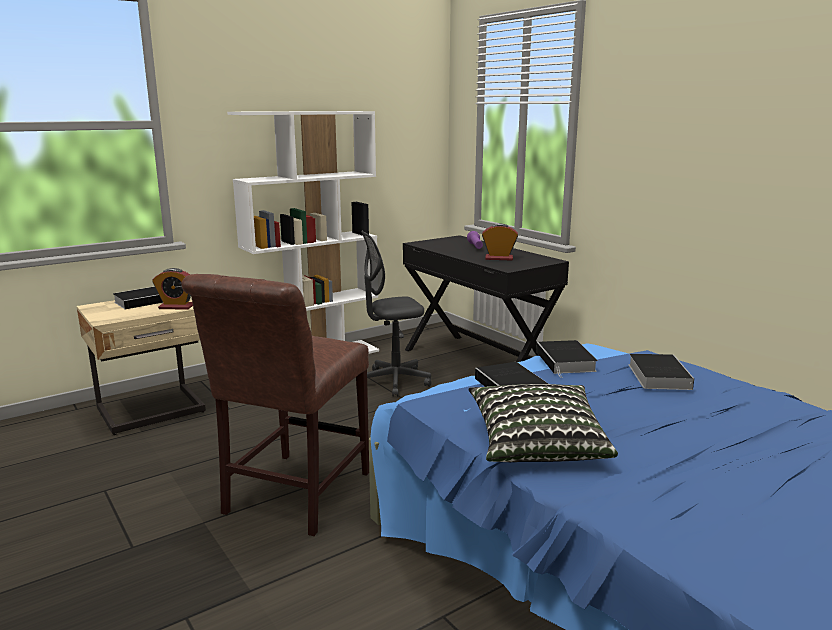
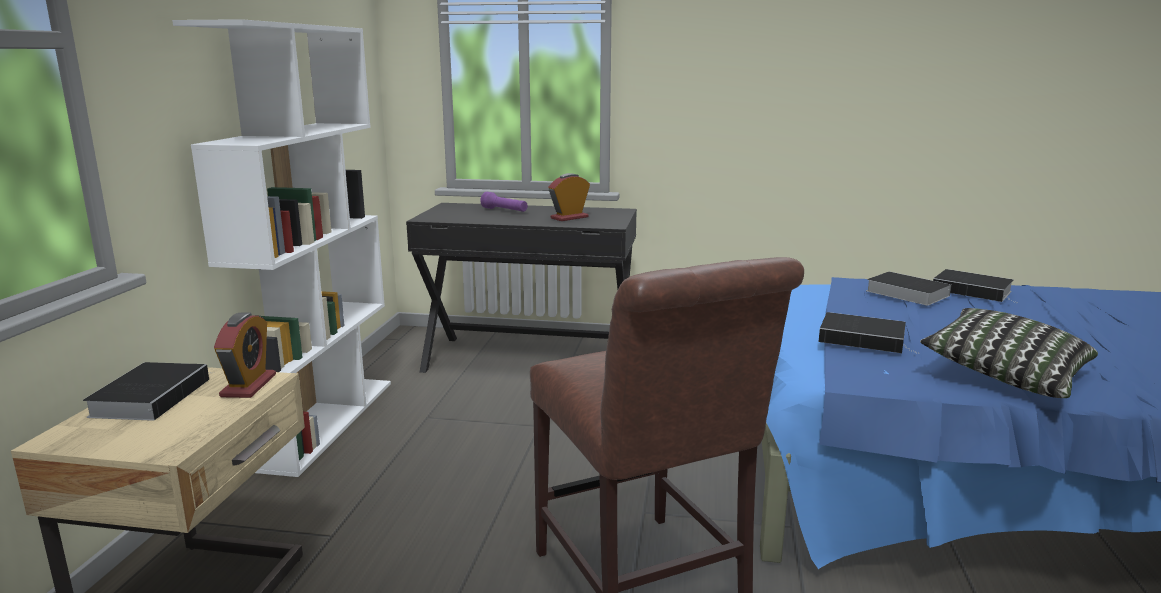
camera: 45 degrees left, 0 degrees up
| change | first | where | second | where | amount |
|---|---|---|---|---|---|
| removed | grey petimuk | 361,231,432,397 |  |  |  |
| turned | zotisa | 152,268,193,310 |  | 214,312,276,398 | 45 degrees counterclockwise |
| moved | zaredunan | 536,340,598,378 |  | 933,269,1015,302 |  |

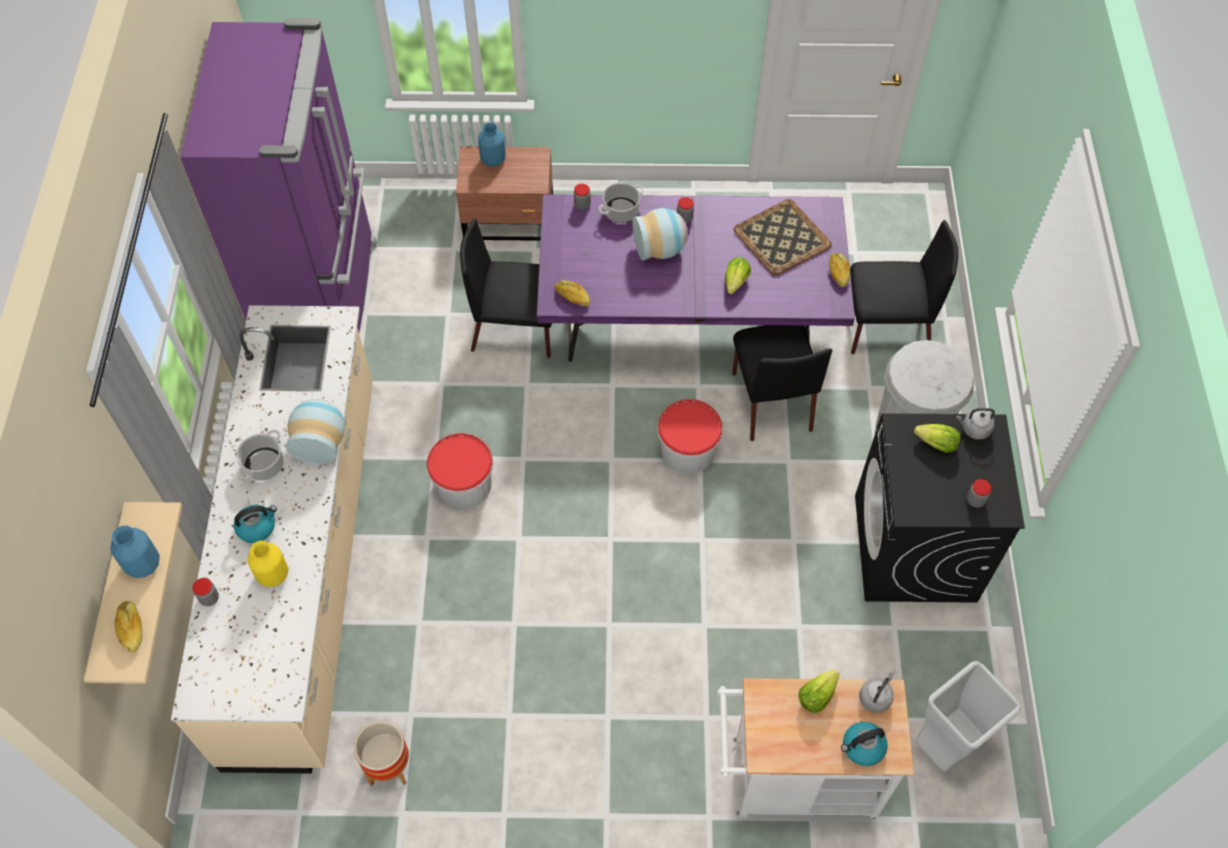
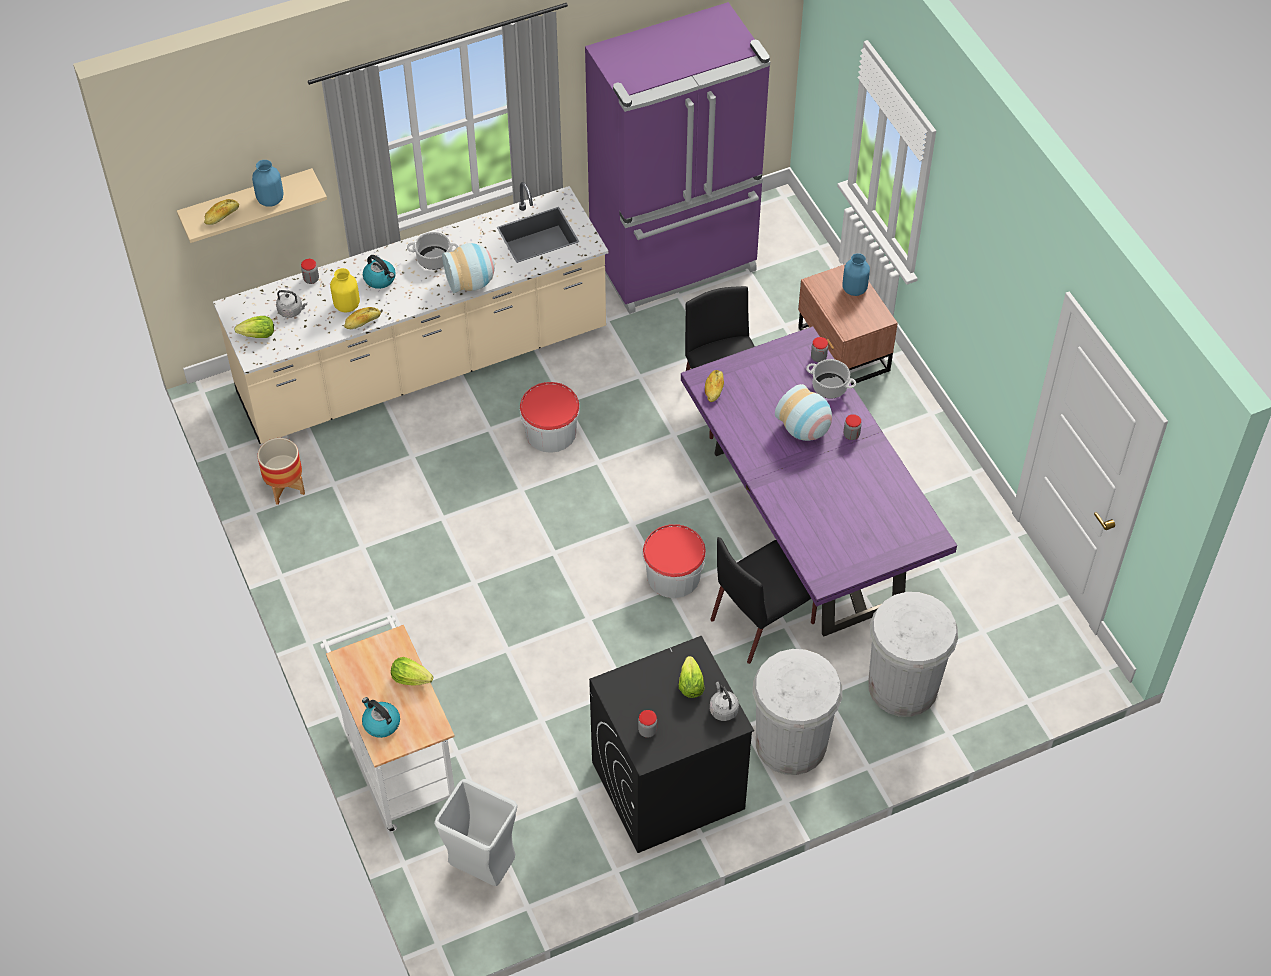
camera: 65 degrees right, 5 degrees down
| change | first | where | second | where | amount |
|---|---|---|---|---|---|
| removed | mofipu | 734,199,831,276 |  |  |  |
| replaced | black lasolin | 850,220,958,354 | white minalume | 868,592,958,717 |  |
| moved | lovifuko | 830,253,850,287 |  | 344,307,381,329 |  |
| moved | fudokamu | 725,257,751,294 |  | 235,316,274,338 |  |
| moved | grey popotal | 859,672,894,713 |  | 276,290,307,318 |  |

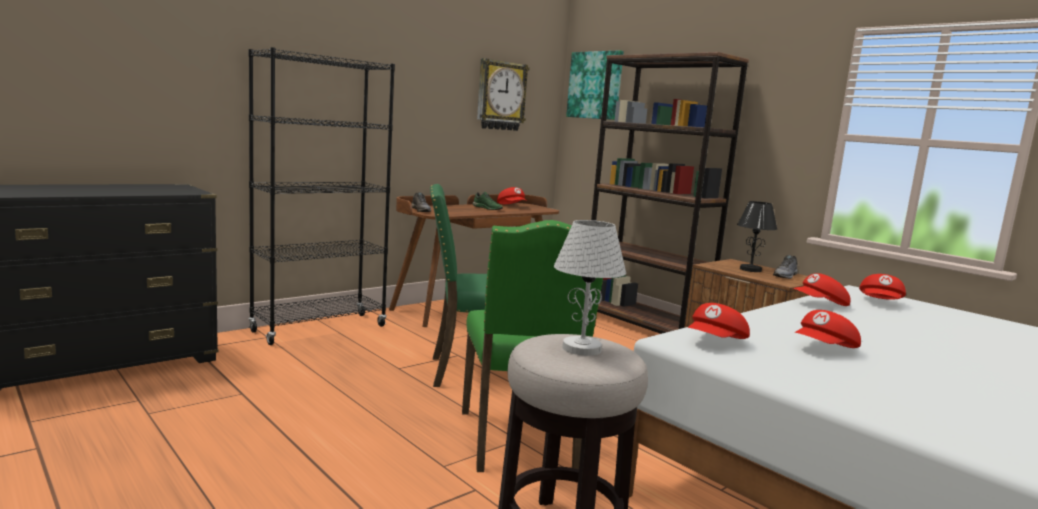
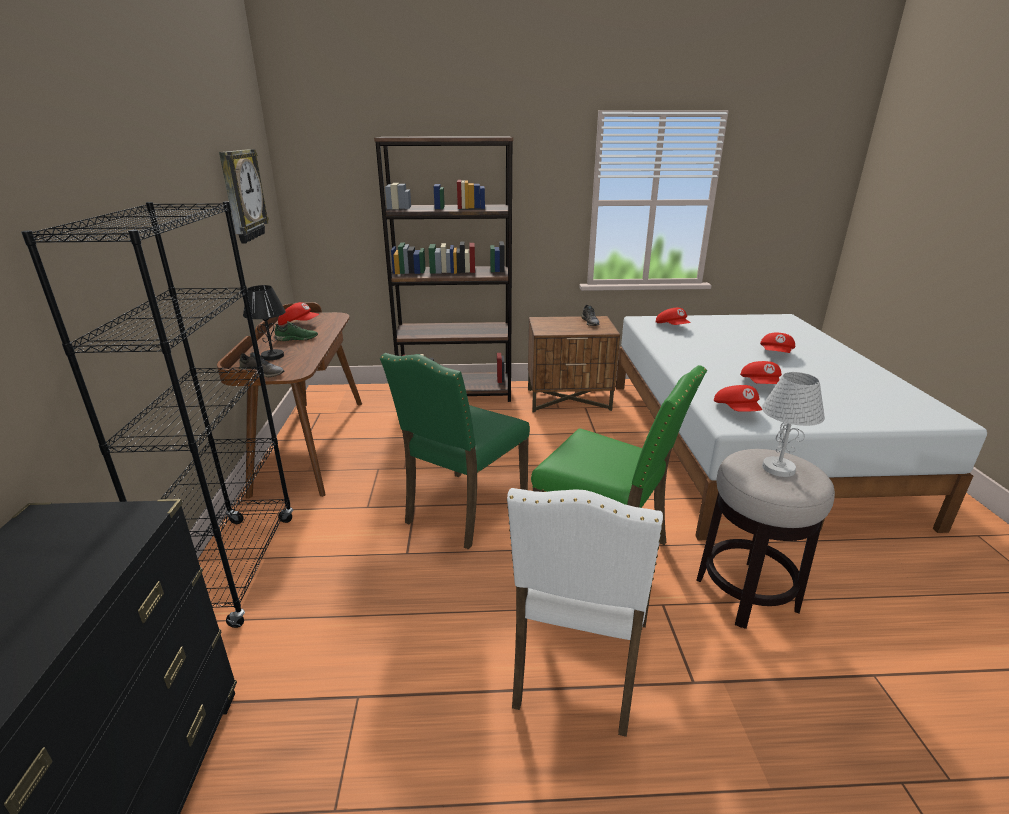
camera: 50 degrees left, 15 degrees up
| change | first | where | second | where | amount |
|---|---|---|---|---|---|
| removed | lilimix | 566,50,624,120 |  |  |  |
| moved | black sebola | 737,201,777,272 |  | 243,285,286,360 |  |
| moved | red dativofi | 793,273,851,306 |  | 760,333,795,353 |  |
| added |  |  | white lasolin | 507,488,663,737 |  |

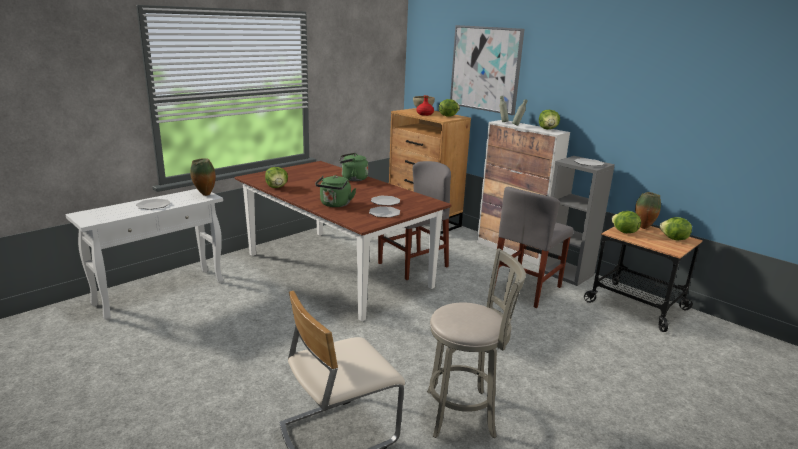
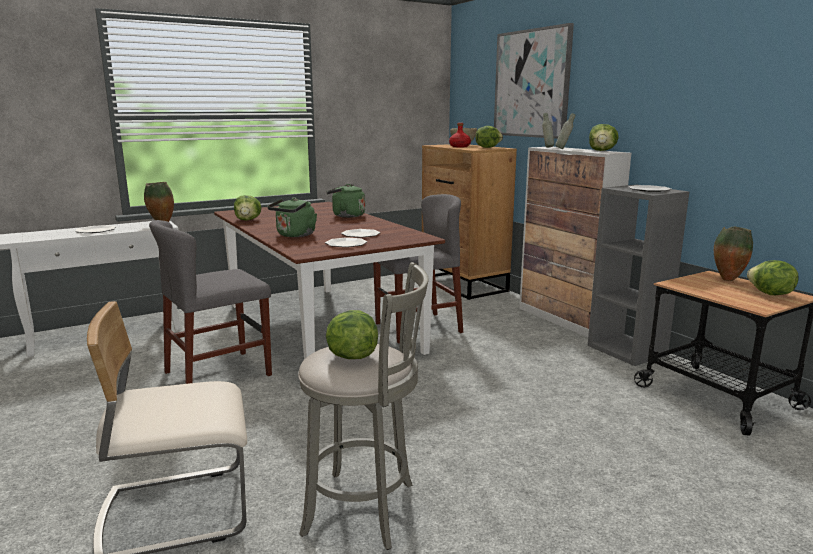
camera: 15 degrees right, 5 degrees down
| change | first | where | second | where | amount |
|---|---|---|---|---|---|
| moved | grey lasolin | 494,187,574,308 |  | 149,220,272,384 |  |
| moved | fudokamu | 611,211,641,233 |  | 326,310,378,359 |  |

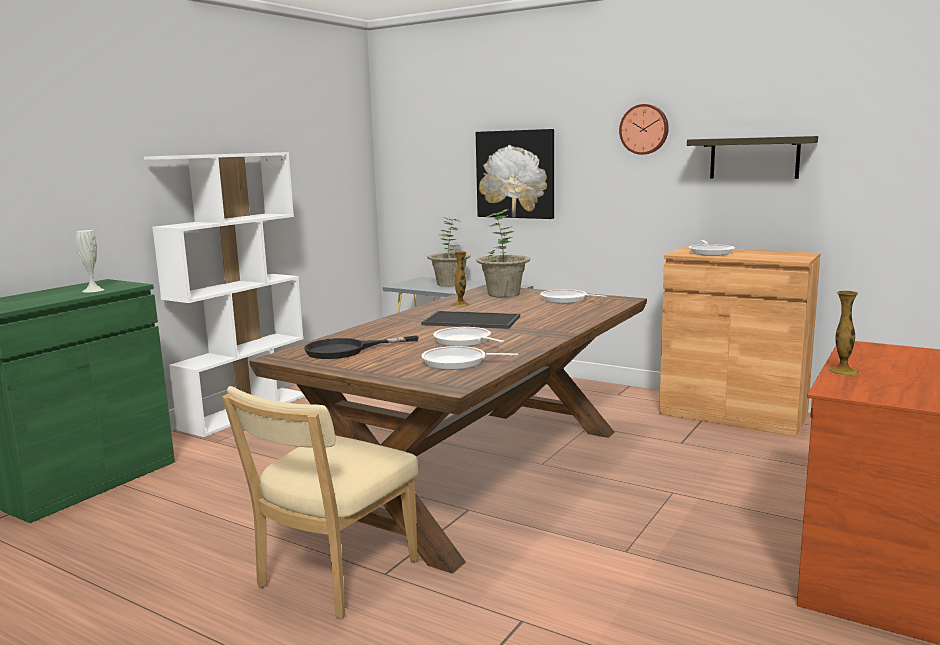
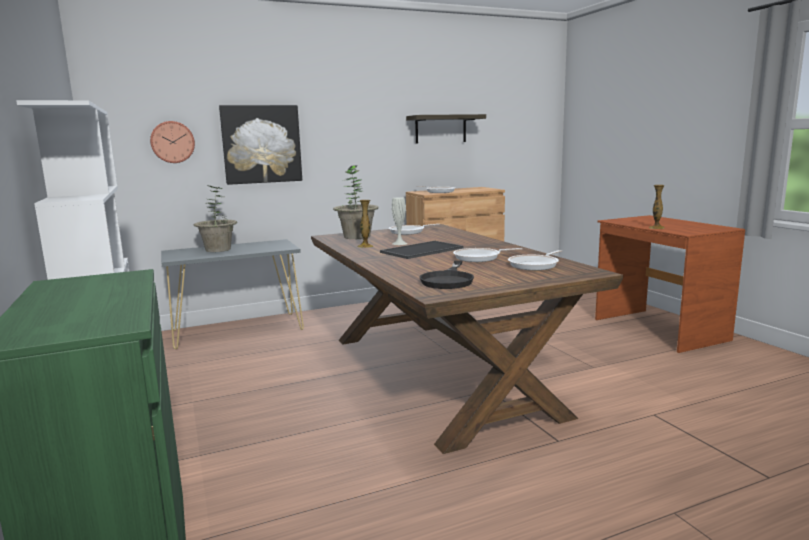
camera: 55 degrees left, 0 degrees up
| change | first | where | second | where | amount |
|---|---|---|---|---|---|
| moved | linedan | 619,104,669,155 |  | 150,121,195,163 |  |
| moved | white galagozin | 76,230,104,292 |  | 392,197,407,245 |  |
| removed | beige lasolin | 222,386,419,618 |  |  |  |

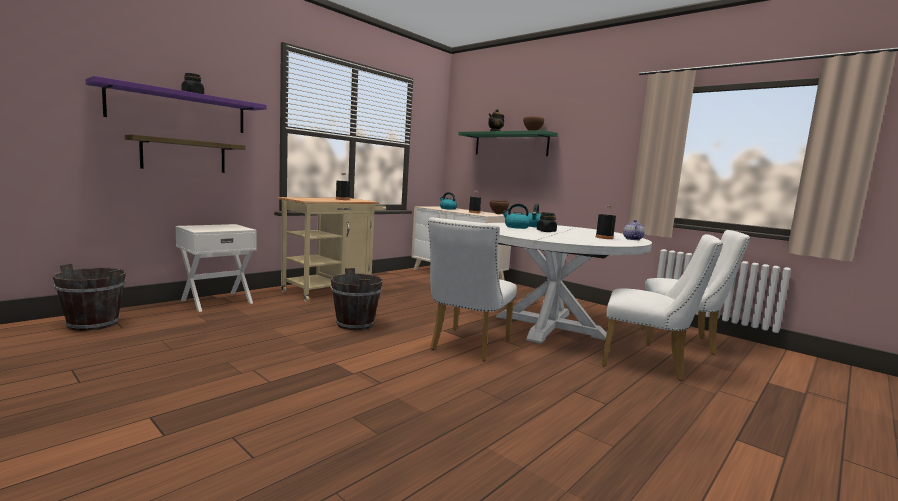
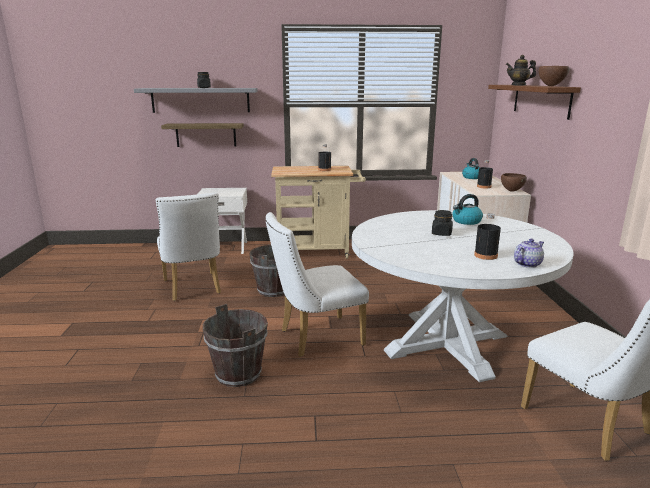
camera: 45 degrees right, 10 degrees up
| change | first | where | second | where | amount |
|---|---|---|---|---|---|
| recoloured | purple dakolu | 86,76,267,133 | grey dakolu | 134,88,258,113 |  |
| recoloured | green dakolu | 458,130,558,156 | brown dakolu | 488,85,581,120 |  |
| removed | popotal | 502,203,530,229 |  |  |  |
| moved | white lasolin | 602,234,723,381 |  | 156,193,221,301 |  |
| moved | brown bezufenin | 53,264,126,331 |  | 203,304,268,387 |  |

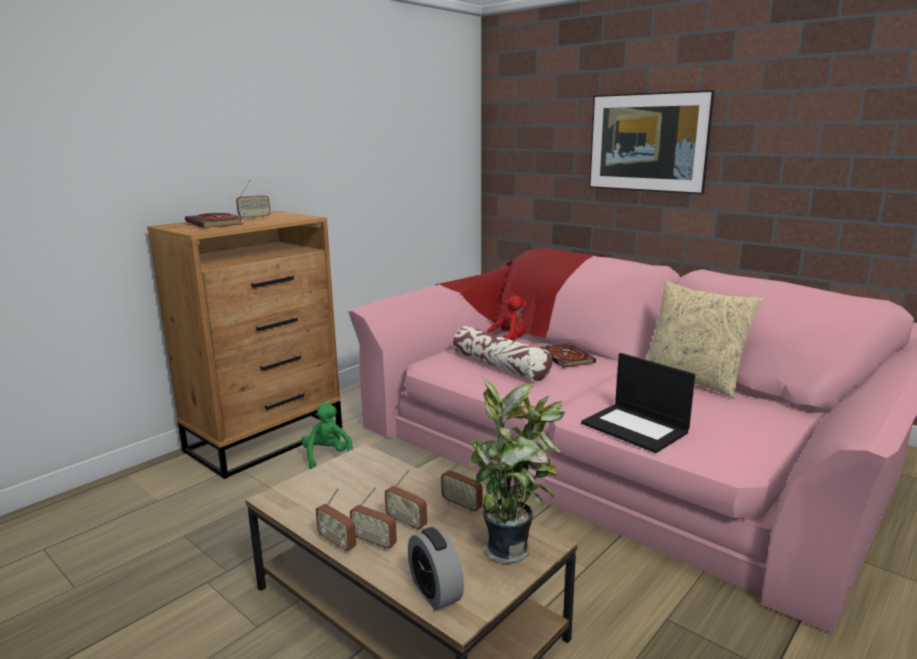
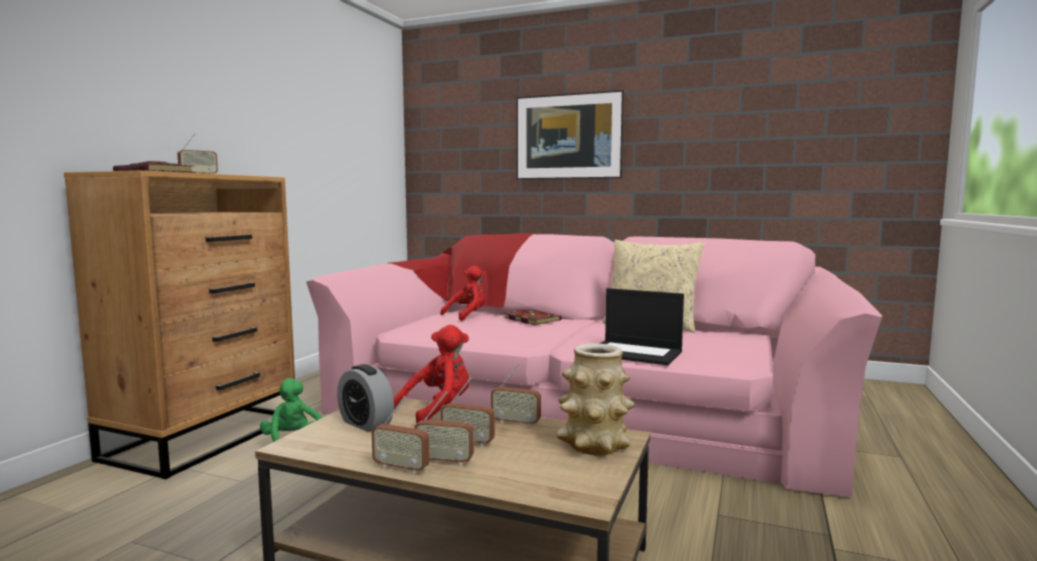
camera: 20 degrees left, 10 degrees down
| change | first | where | second | where | amount |
|---|---|---|---|---|---|
| removed | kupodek | 453,326,552,382 |  |  |  |
| replaced | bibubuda | 469,376,565,564 | galagozin | 556,343,635,455 |  |
| moved | zotisa | 408,527,464,610 |  | 337,364,394,432 |  |
| added |  |  | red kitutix | 394,325,470,423 |  |

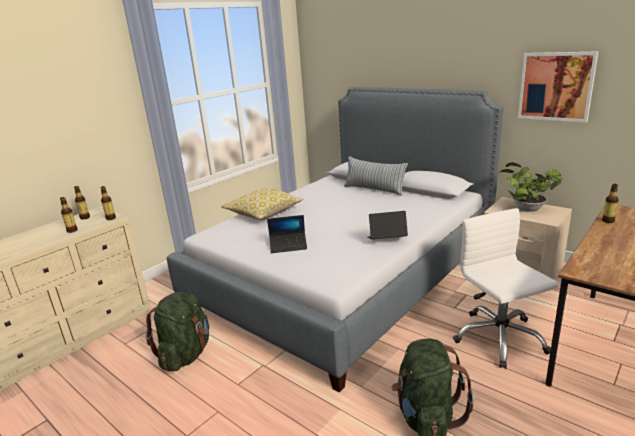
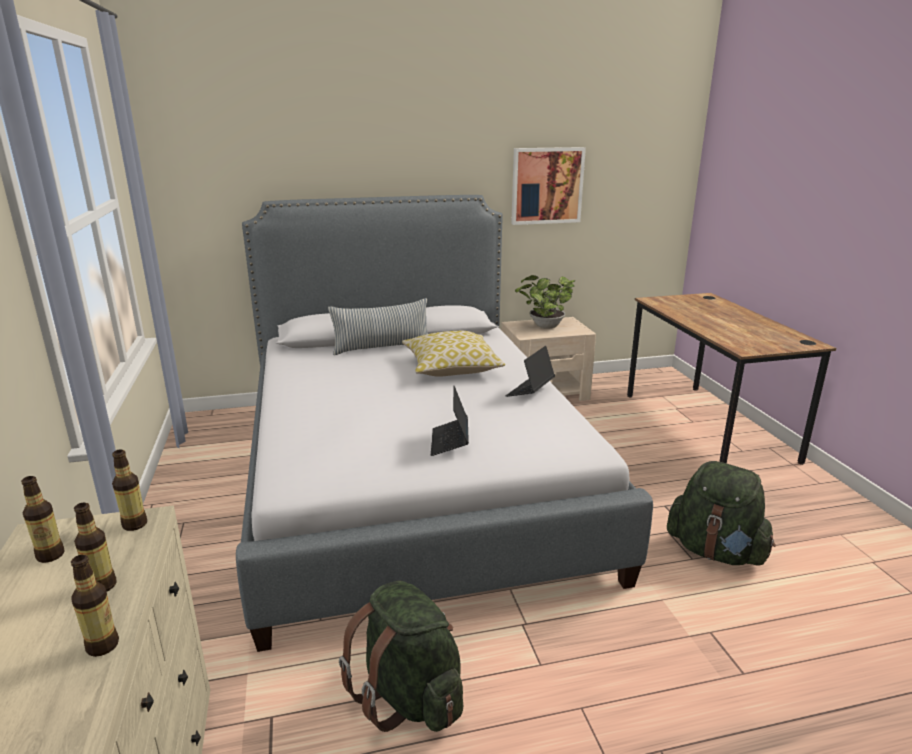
camera: 55 degrees left, 0 degrees up
| change | first | where | second | where | amount |
|---|---|---|---|---|---|
| moved | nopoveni | 602,184,619,223 |  | 71,555,119,657 |  |
| moved | kupodek | 221,188,303,220 |  | 402,331,505,377 |  |
| removed | white petimuk | 453,208,558,369 |  |  |  |
| turned | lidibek | 267,215,307,253 |  | 431,386,469,456 | 150 degrees clockwise |

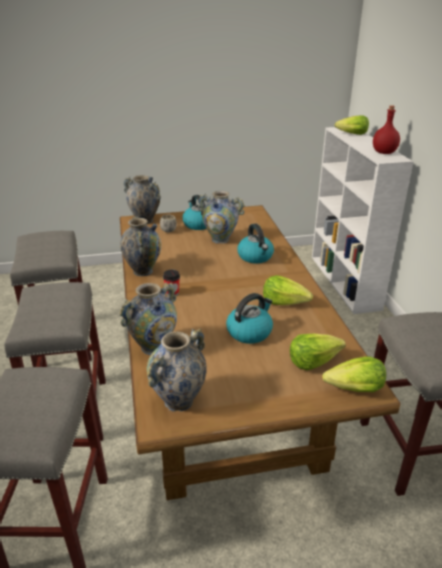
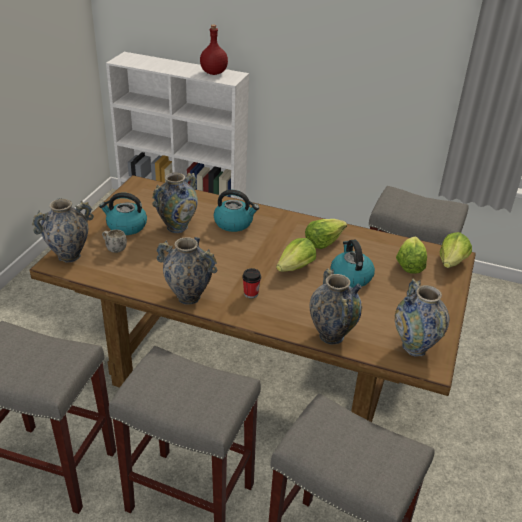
camera: 60 degrees left, 5 degrees up
| change | first | where | second | where | amount |
|---|---|---|---|---|---|
| moved | fudokamu | 335,115,369,135 |  | 276,238,316,272 |  |

